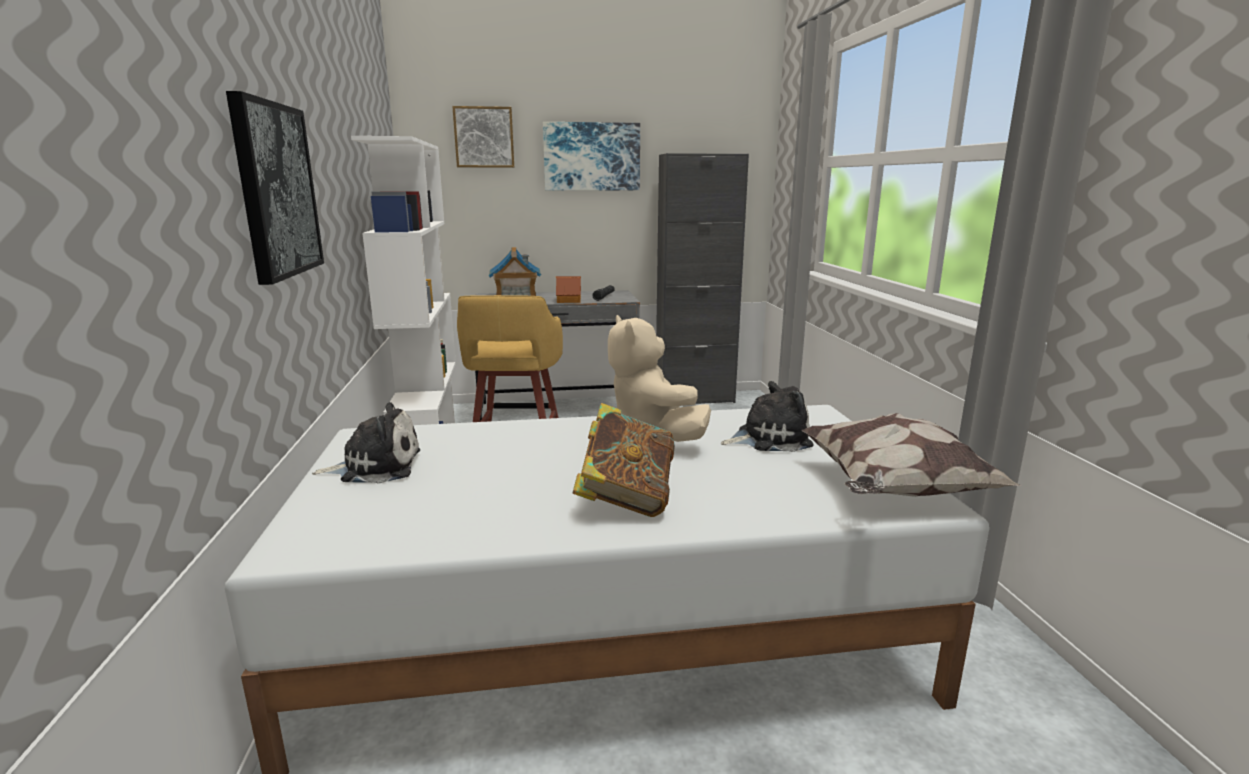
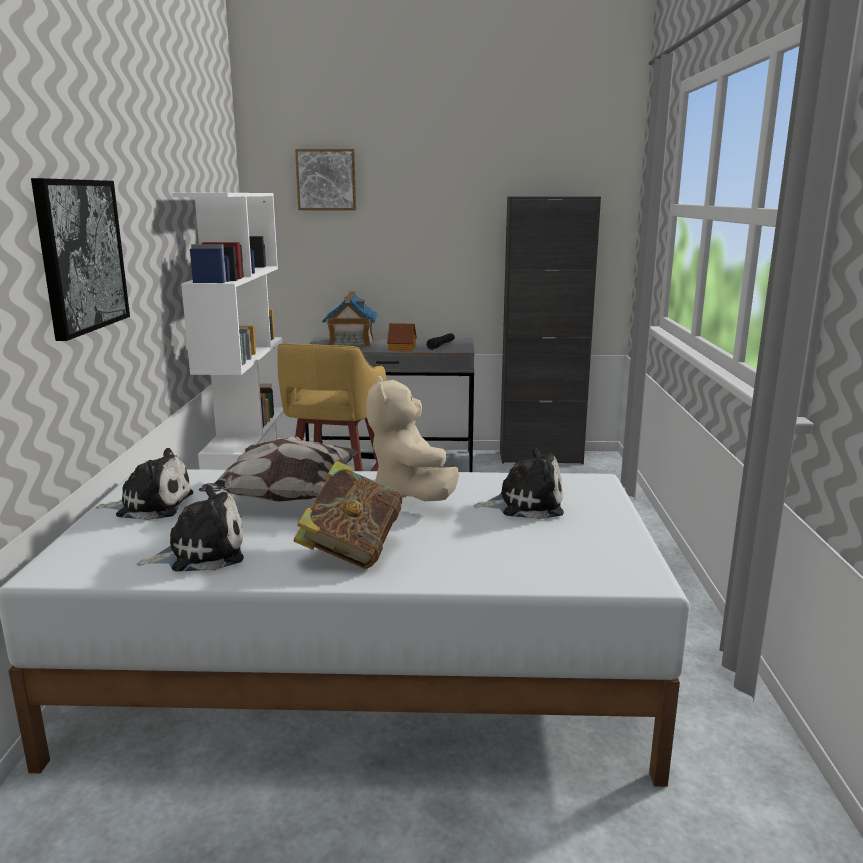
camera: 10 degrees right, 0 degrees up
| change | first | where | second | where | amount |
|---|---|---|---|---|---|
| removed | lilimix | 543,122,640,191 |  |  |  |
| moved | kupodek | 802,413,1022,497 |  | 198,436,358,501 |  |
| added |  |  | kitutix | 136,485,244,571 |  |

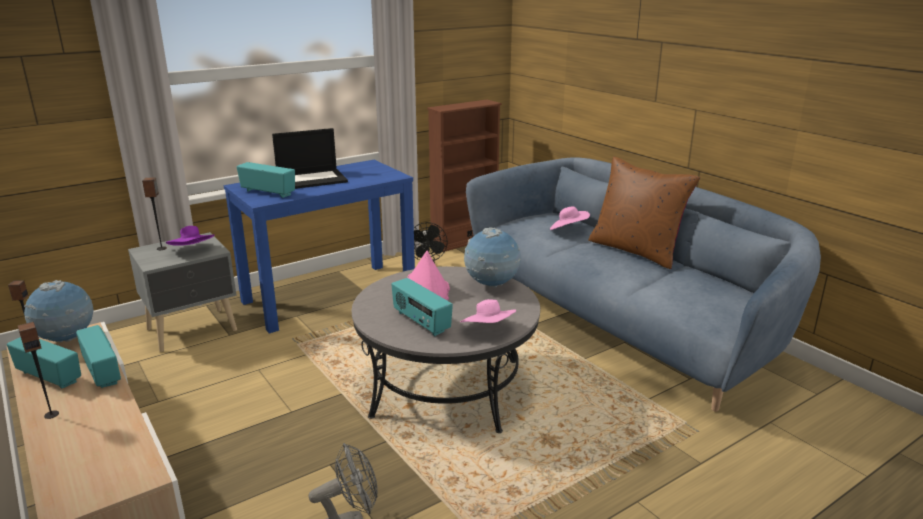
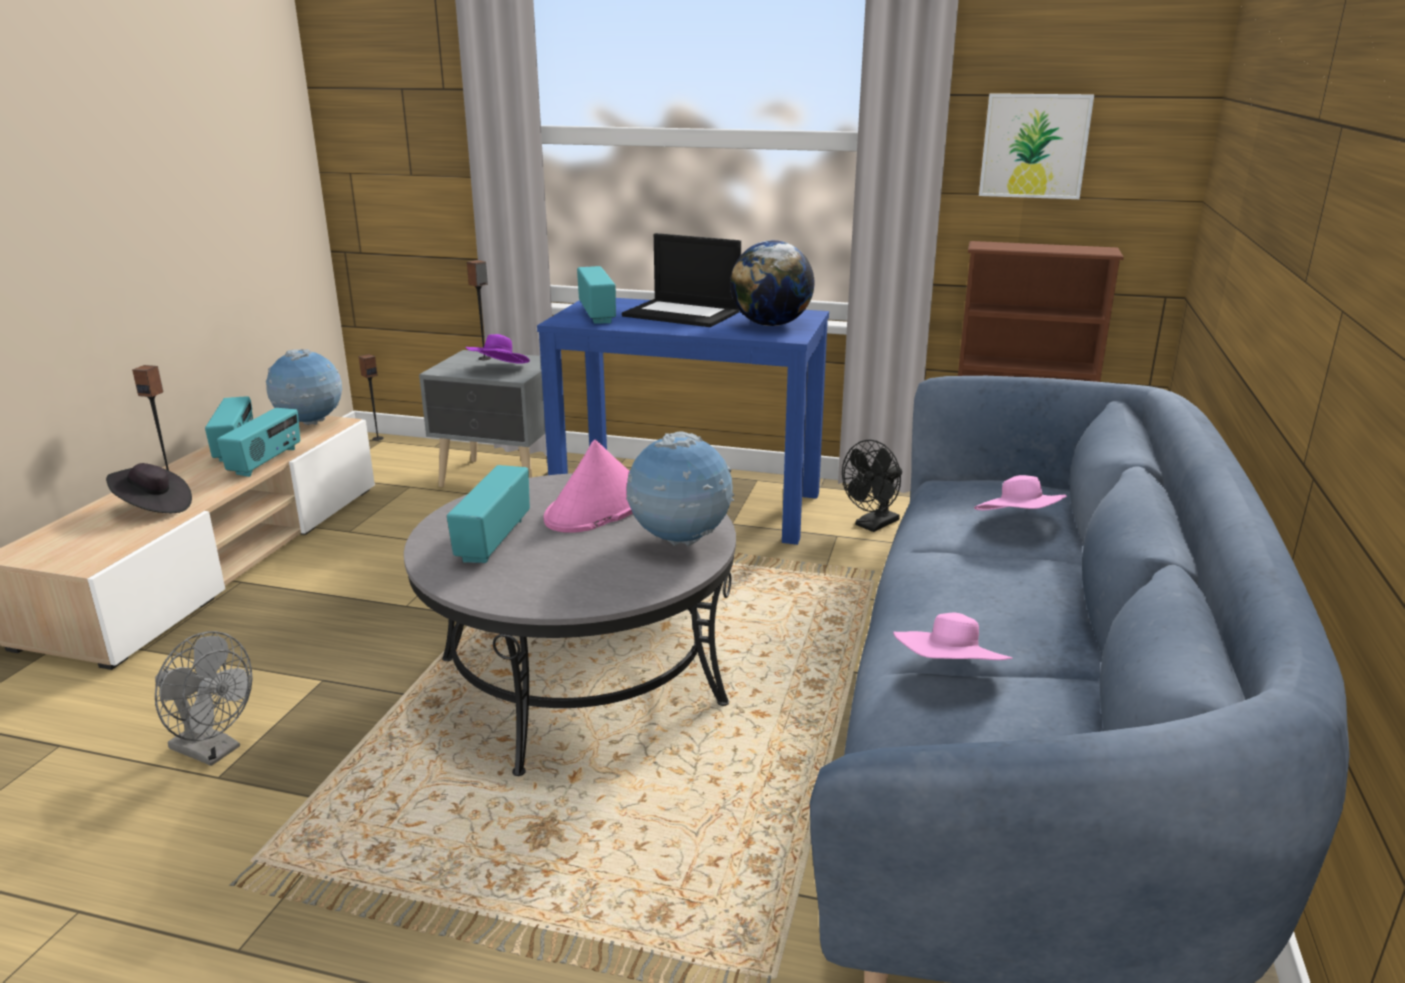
camera: 50 degrees right, 0 degrees up
| change | first | where | second | where | amount |
|---|---|---|---|---|---|
| removed | brown kupodek | 588,157,700,269 |  |  |  |
| moved | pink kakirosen | 460,299,516,323 |  | 893,613,1012,660 |  |
| added |  |  | lilimix | 979,93,1094,199 |  |
| added |  |  | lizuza | 730,240,814,326 |  |
| added |  |  | black kakirosen | 106,463,192,513 |  |

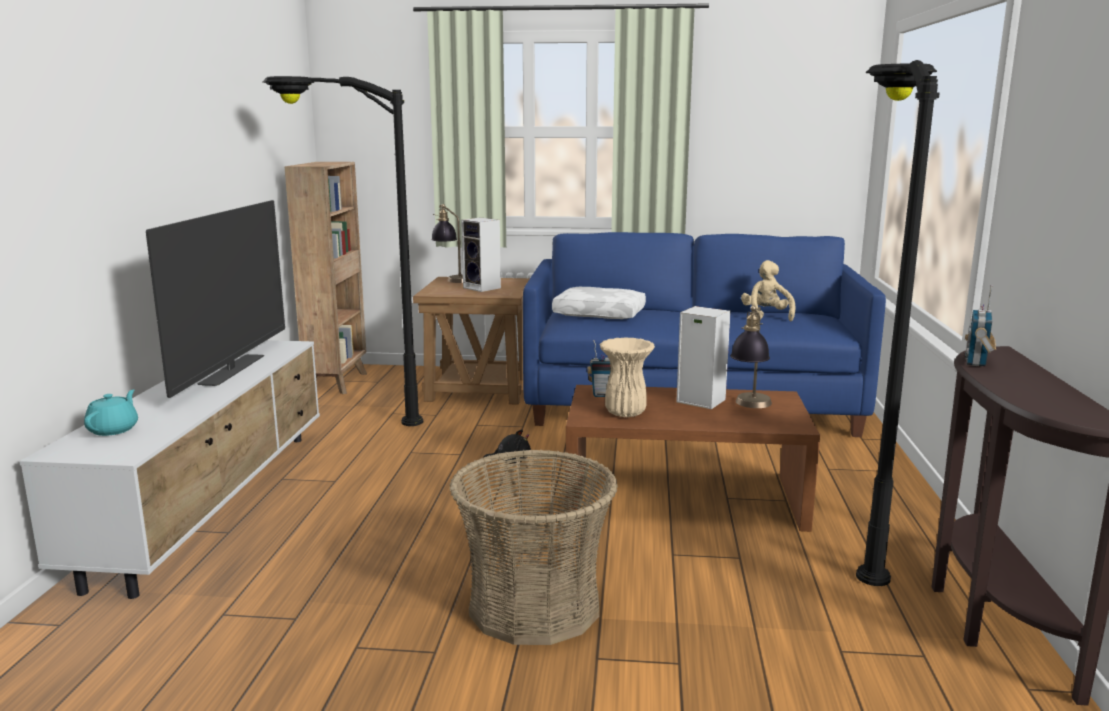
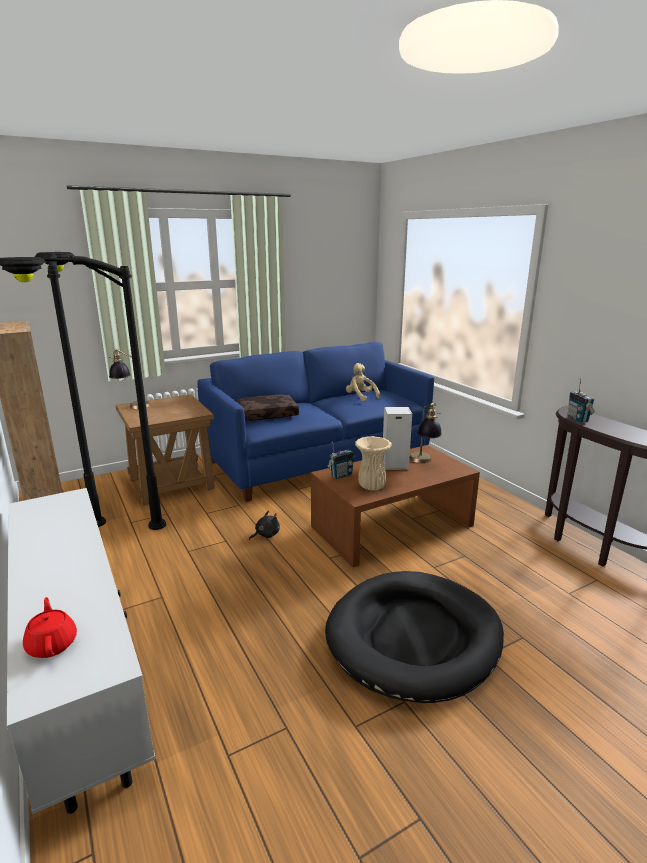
camera: 35 degrees left, 5 degrees up
| change | first | where | second | where | amount |
|---|---|---|---|---|---|
| moved | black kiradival | 856,60,940,586 |  | 35,252,106,527 |  |
| removed | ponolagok | 146,200,285,398 |  |  |  |
| removed | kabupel | 461,217,501,292 |  |  |  |
| recoloured | white kupodek | 552,287,646,319 | brown kupodek | 236,394,299,421 |  |
| recoloured | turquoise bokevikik | 84,389,138,436 | red bokevikik | 23,597,77,658 |  |
| replaced | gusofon | 450,449,618,645 | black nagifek | 325,571,504,703 |  |

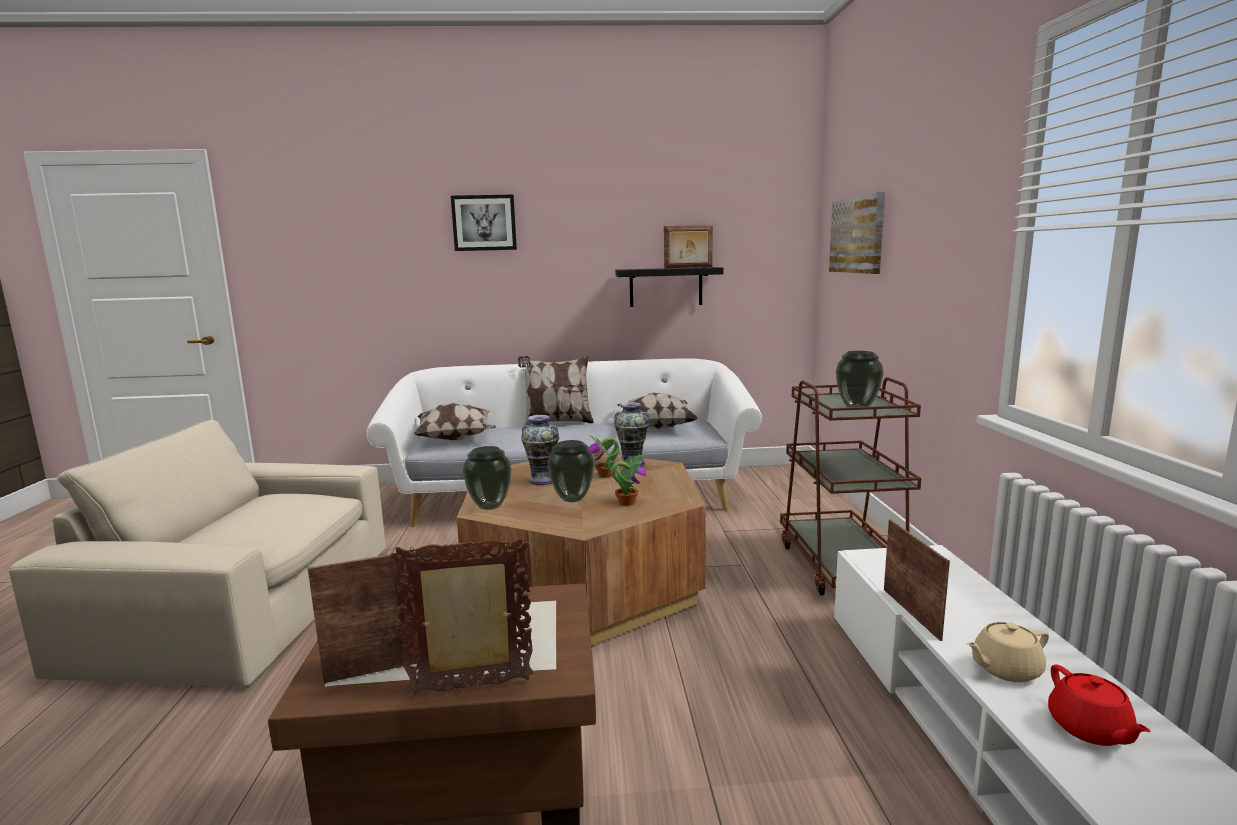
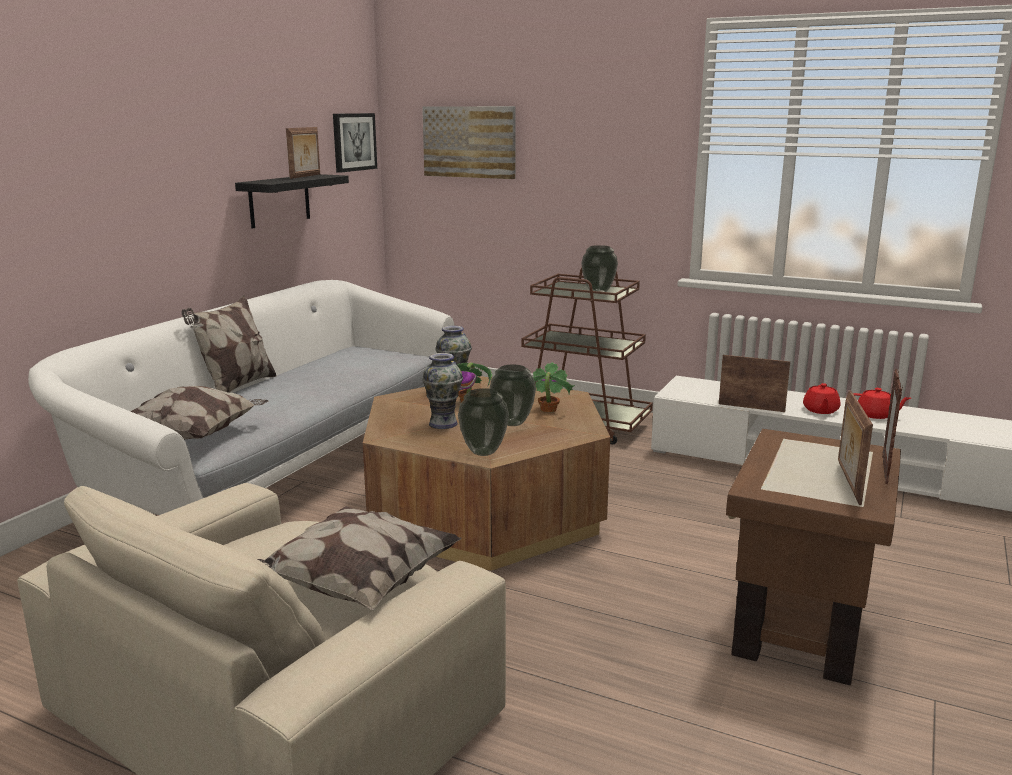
camera: 60 degrees left, 5 degrees up
| change | first | where | second | where | amount |
|---|---|---|---|---|---|
| moved | lilimix | 451,195,517,251 |  | 333,113,377,173 |  |
| moved | kupodek | 617,393,698,430 |  | 257,506,461,610 |  |
| recoloured | beige bokevikik | 967,622,1049,682 | red bokevikik | 803,383,840,414 |  |

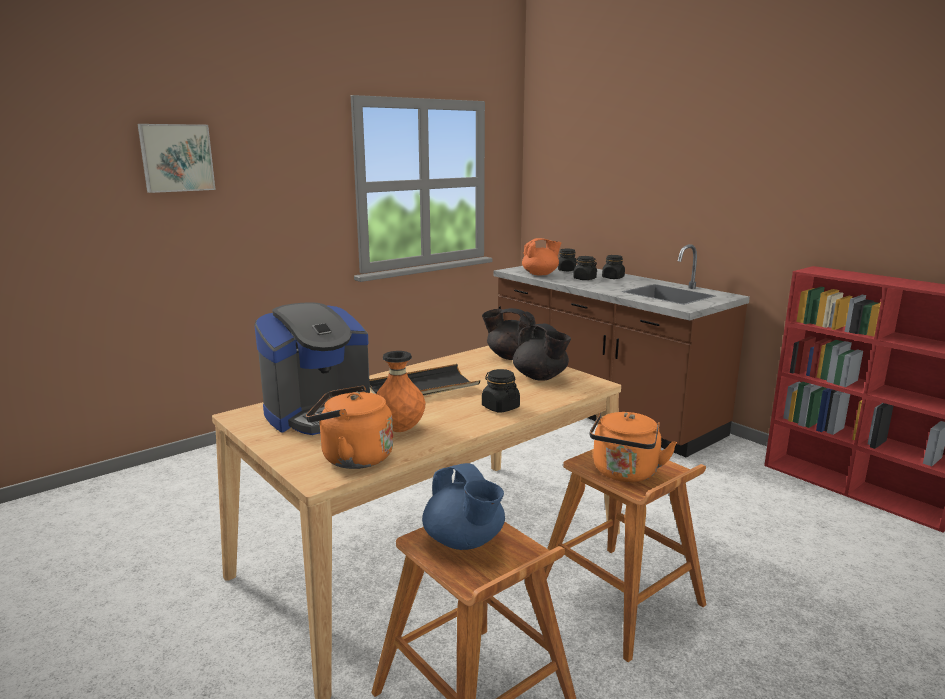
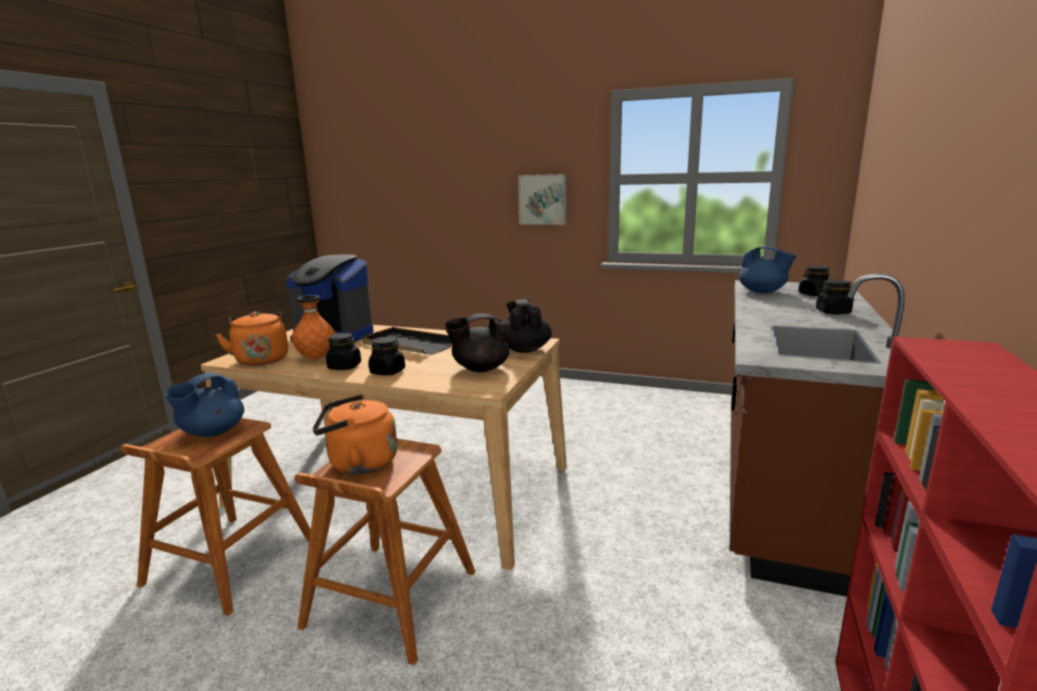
camera: 60 degrees right, 0 degrees up
| change | first | where | second | where | amount |
|---|---|---|---|---|---|
| moved | lilimix | 138,124,216,193 |  | 518,174,567,225 |  |
| recoloured | orange bokevikik | 522,238,562,276 | blue bokevikik | 739,246,797,293 |  |
| moved | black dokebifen | 573,256,597,280 |  | 326,333,361,370 |  |
| turned | black bokevikik | 513,324,571,381 |  | 445,313,509,372 | 45 degrees clockwise |

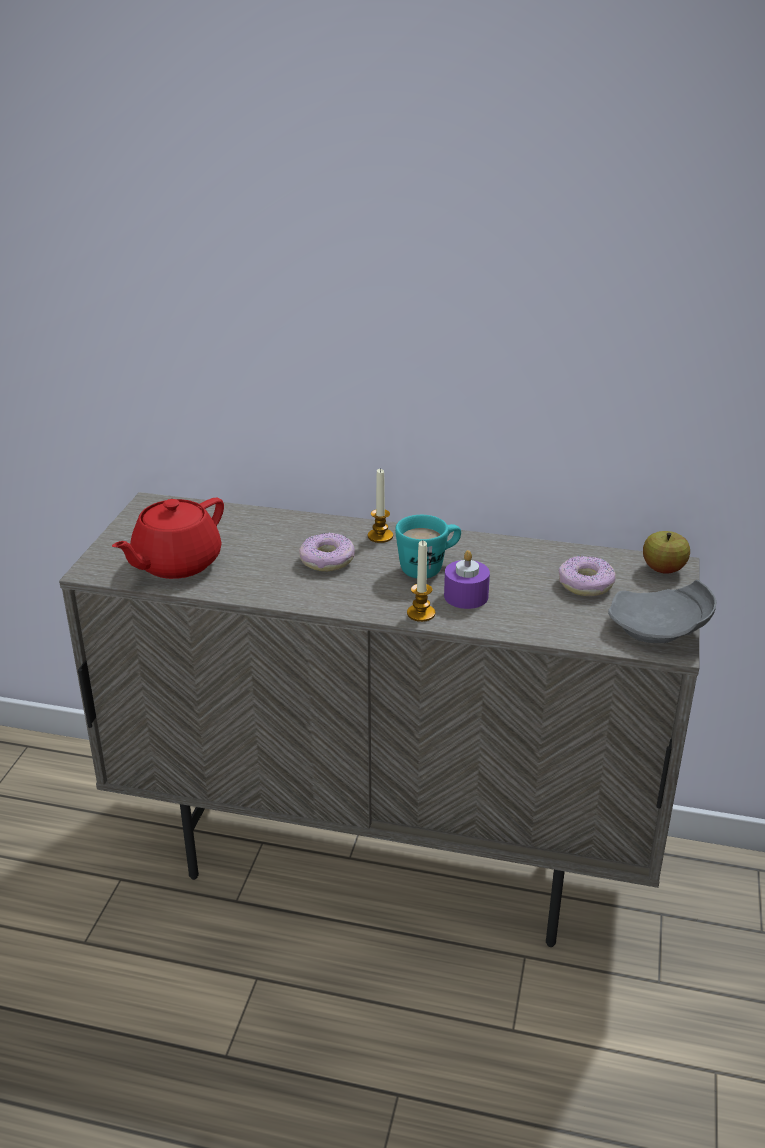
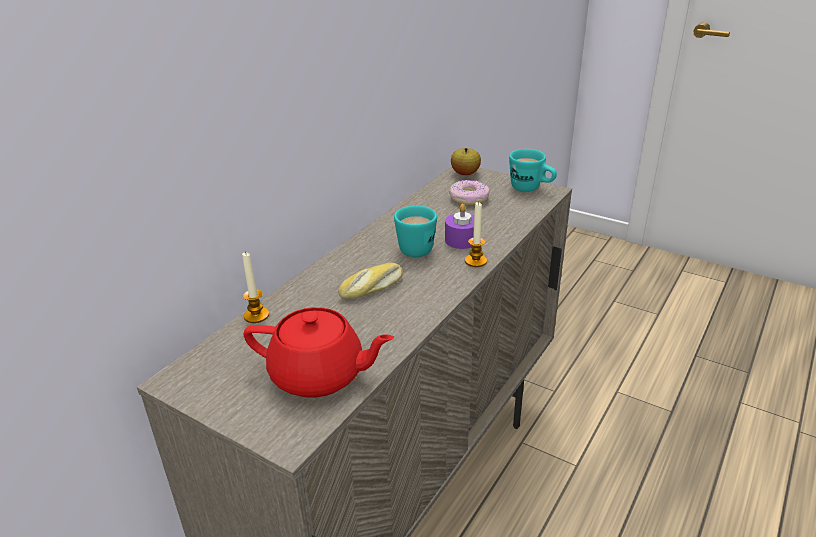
camera: 70 degrees left, 0 degrees up
| change | first | where | second | where | amount |
|---|---|---|---|---|---|
| moved | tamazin | 368,468,393,543 |  | 242,252,269,323 |  |
| turned | red bokevikik | 112,498,224,579 |  | 244,307,394,398 | 45 degrees counterclockwise |
| replaced | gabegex | 299,533,355,571 | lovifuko | 338,263,403,299 |  |
| replaced | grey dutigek | 608,580,716,643 | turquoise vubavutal | 509,149,557,192 |  |

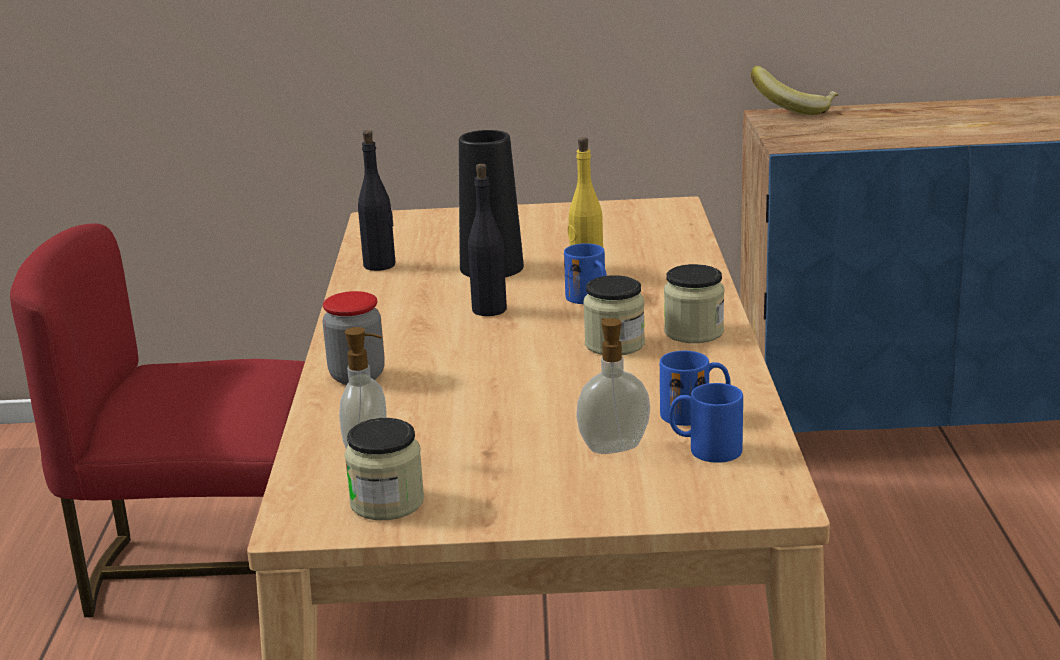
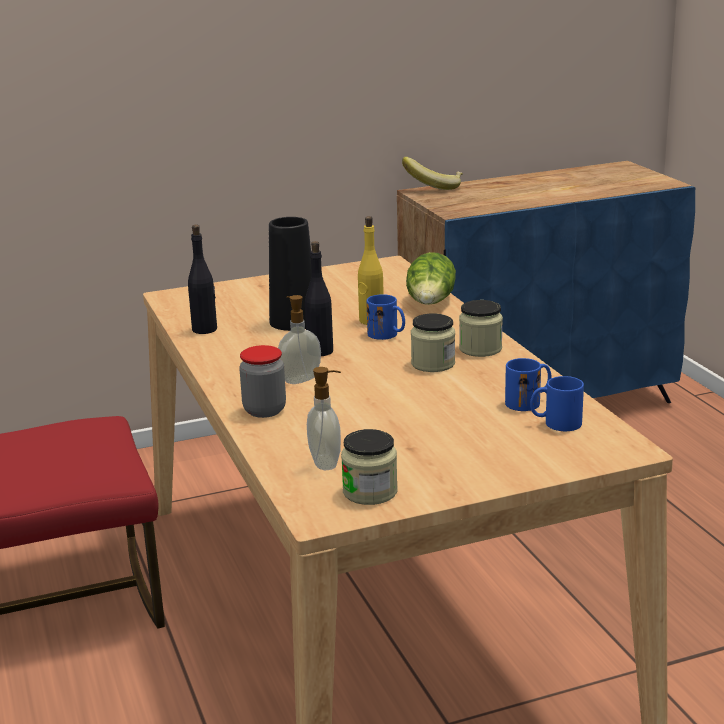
camera: 20 degrees left, 0 degrees up
| change | first | where | second | where | amount |
|---|---|---|---|---|---|
| moved | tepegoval | 576,318,650,454 |  | 278,295,321,384 |  |
| added |  |  | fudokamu | 406,252,456,305 |  |

